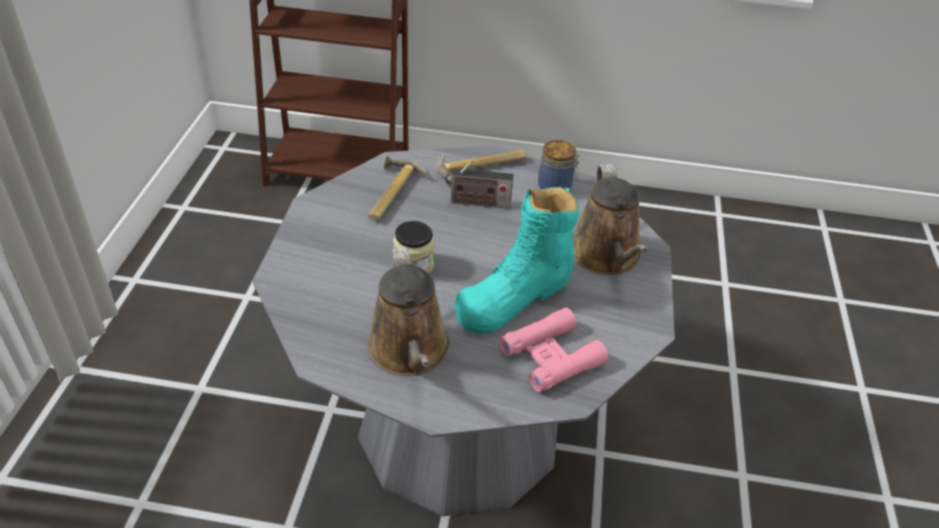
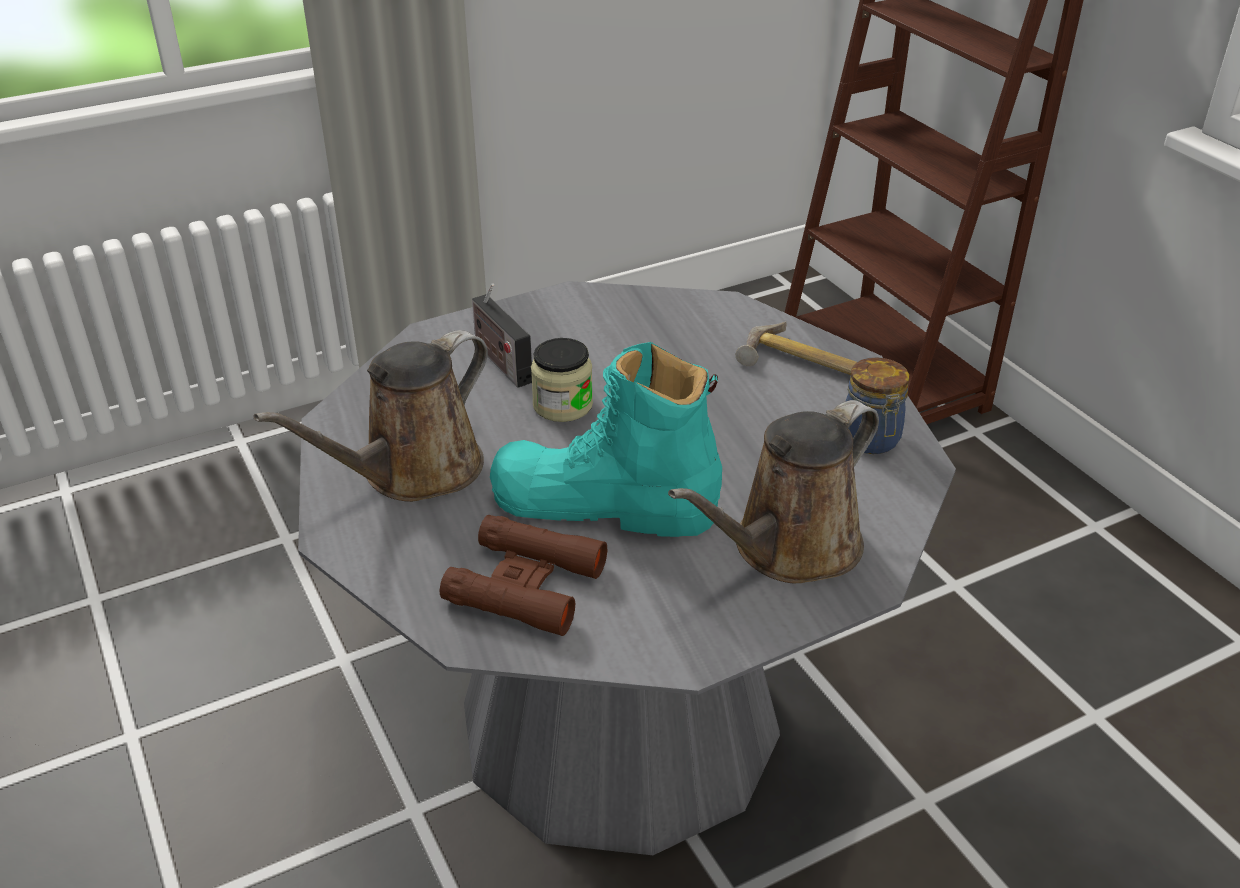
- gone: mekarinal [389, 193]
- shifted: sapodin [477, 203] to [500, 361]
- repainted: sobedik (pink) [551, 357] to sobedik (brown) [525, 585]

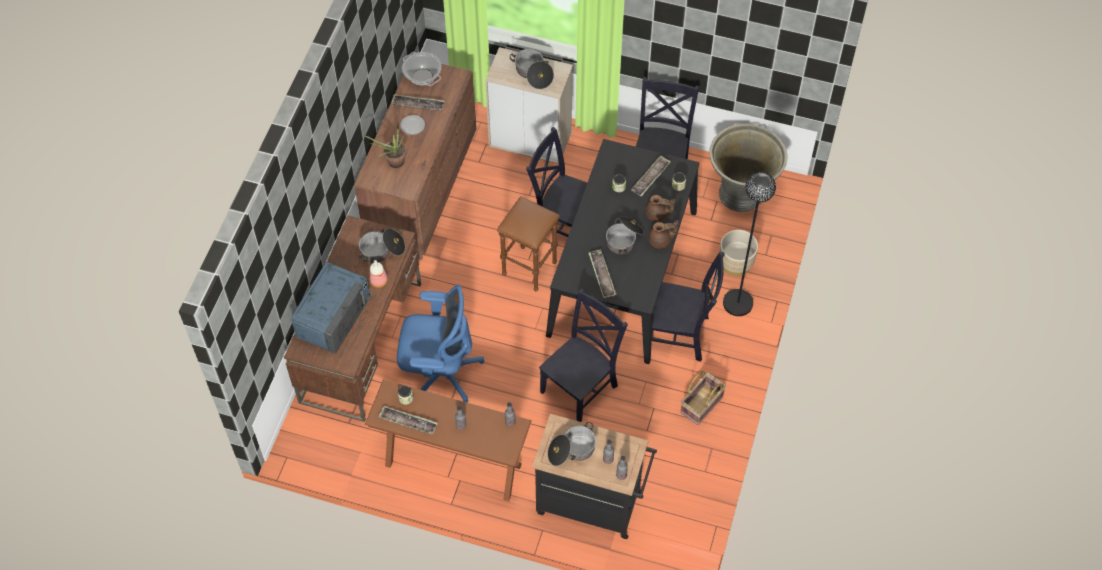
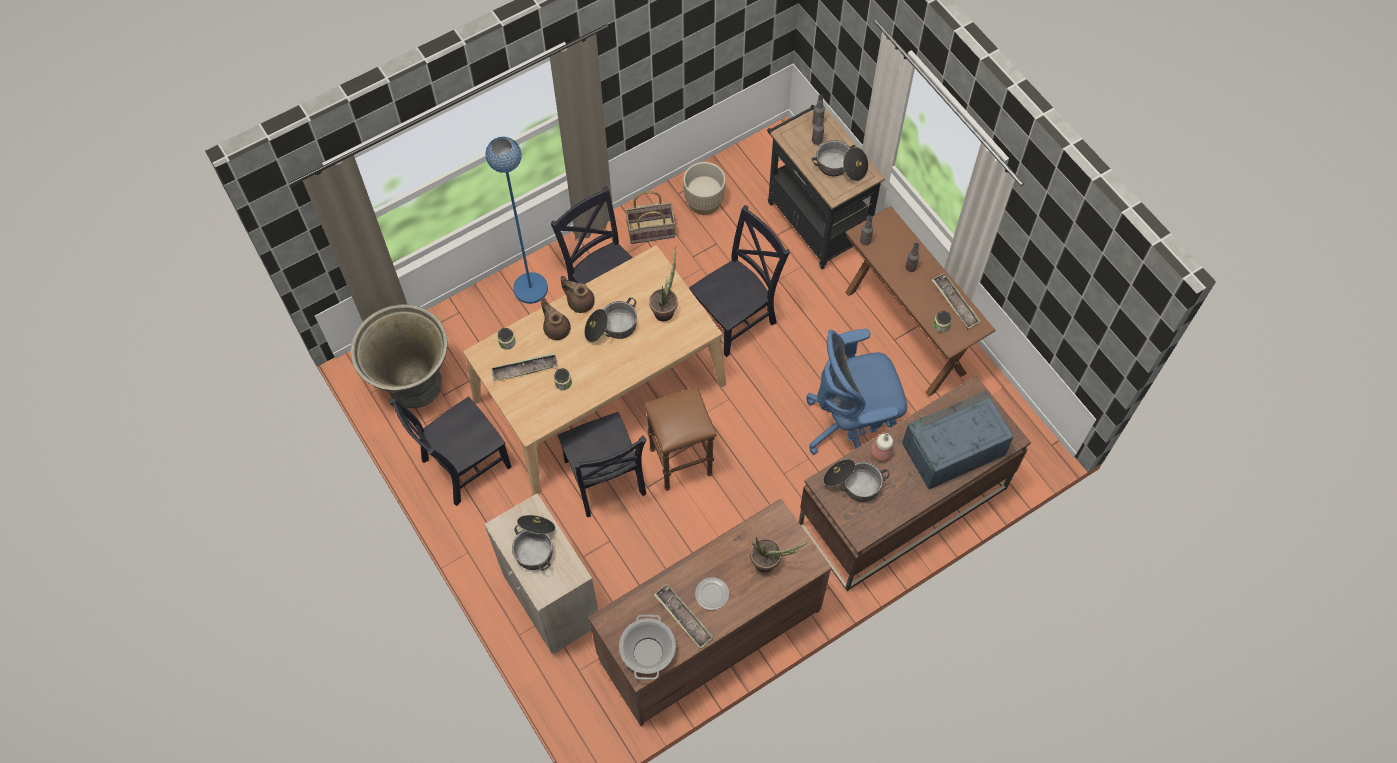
- rotated: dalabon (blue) [438, 373] = [853, 422] 60 degrees counterclockwise
- rotated: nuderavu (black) [581, 386] = [736, 317] 150 degrees clockwise
- repainted: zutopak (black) [623, 272] to zutopak (beige) [599, 392]
- swapped: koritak [602, 276] to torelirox [665, 309]
- shifted: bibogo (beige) [735, 264] to [704, 201]
- repainted: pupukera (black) [738, 303] to pupukera (blue) [530, 288]

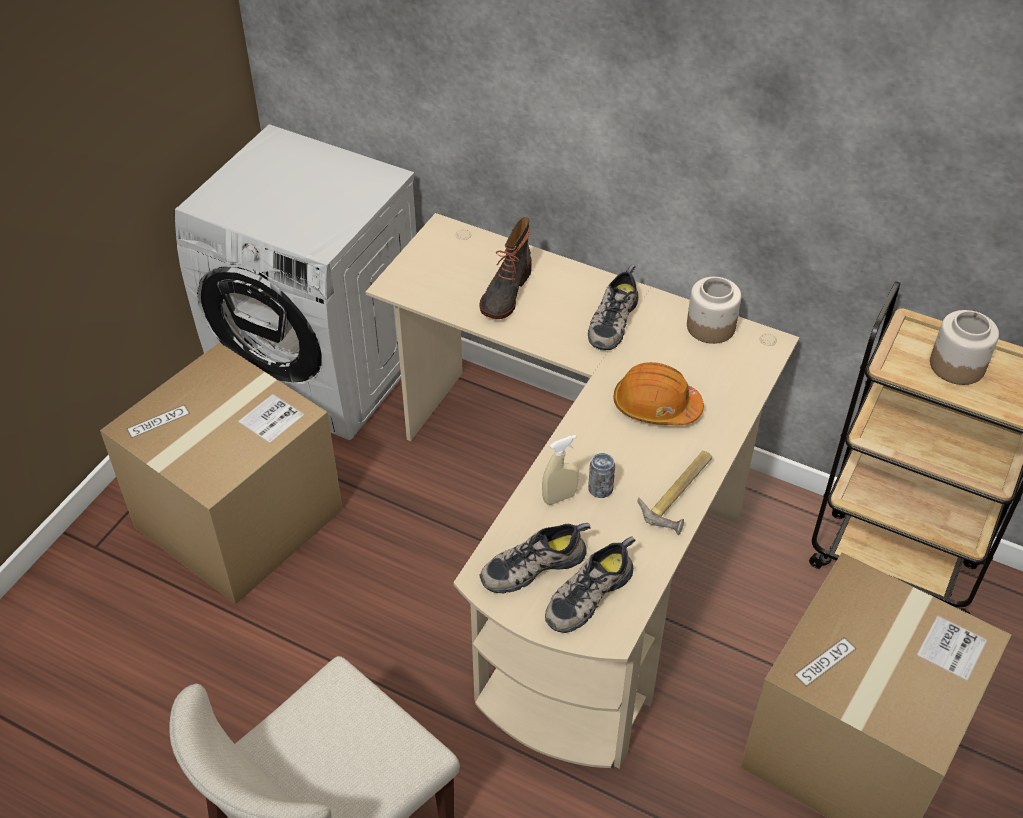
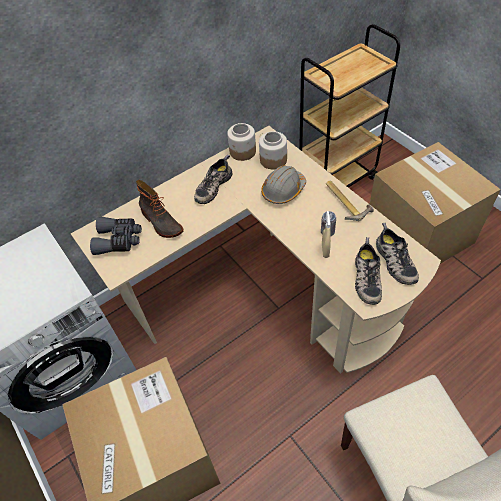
- rotated: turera [611, 319] = [213, 186] 75 degrees clockwise
- repainted: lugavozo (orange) [656, 406] to lugavozo (grey) [283, 190]
- shifted: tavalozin [957, 365] to [273, 160]
- new: sobedik (grey) [119, 240]

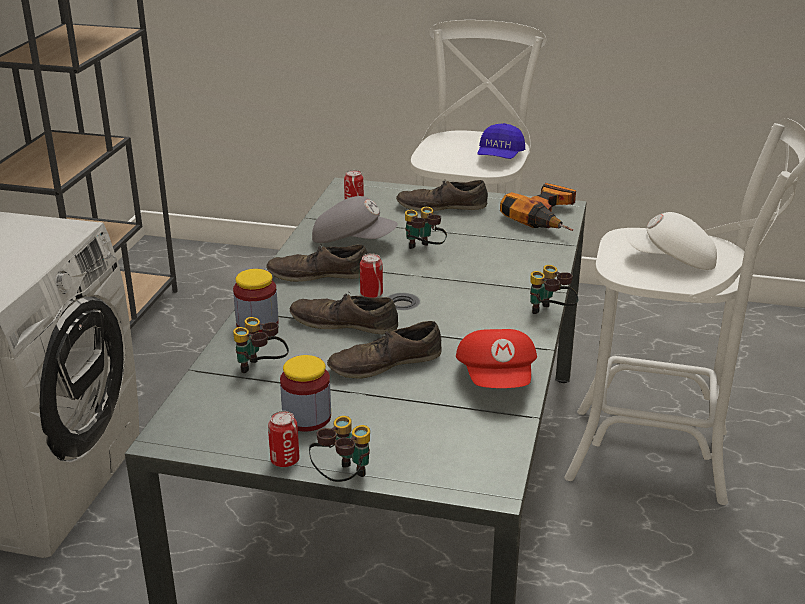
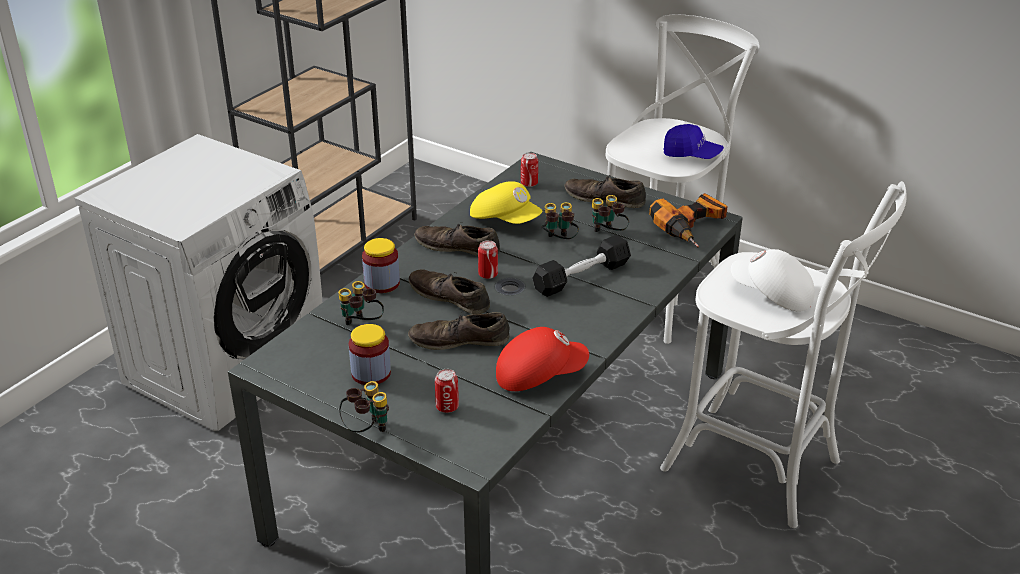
- shifted: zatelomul [285, 460] to [447, 407]
- repainted: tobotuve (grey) [353, 241] to tobotuve (yellow) [505, 220]
- rotated: tobotuve (red) [497, 379] = [539, 375] 120 degrees counterclockwise
- rotated: tobotuve (blue) [500, 156] = [691, 154] 105 degrees counterclockwise
- shifted: sobedik [550, 314] to [607, 234]
- new: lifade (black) [582, 277]

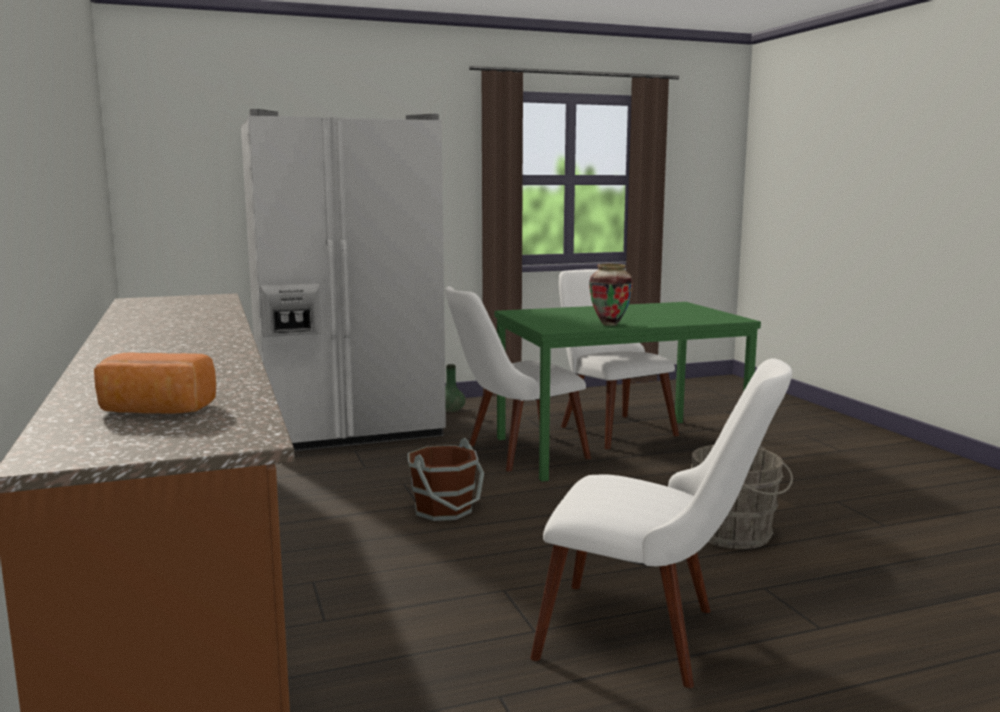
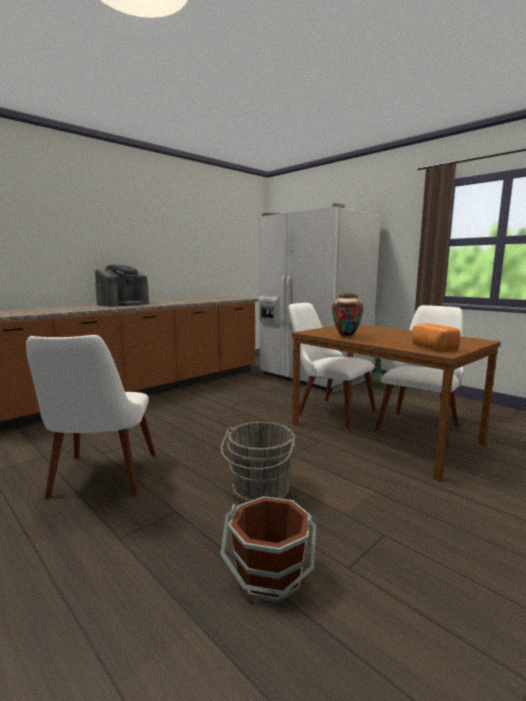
- shifted: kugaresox [155, 411] to [432, 348]
- shifted: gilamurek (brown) [444, 509] to [270, 576]
- repainted: zutopak (green) [619, 447] to zutopak (brown) [384, 433]
- new: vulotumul [123, 304]

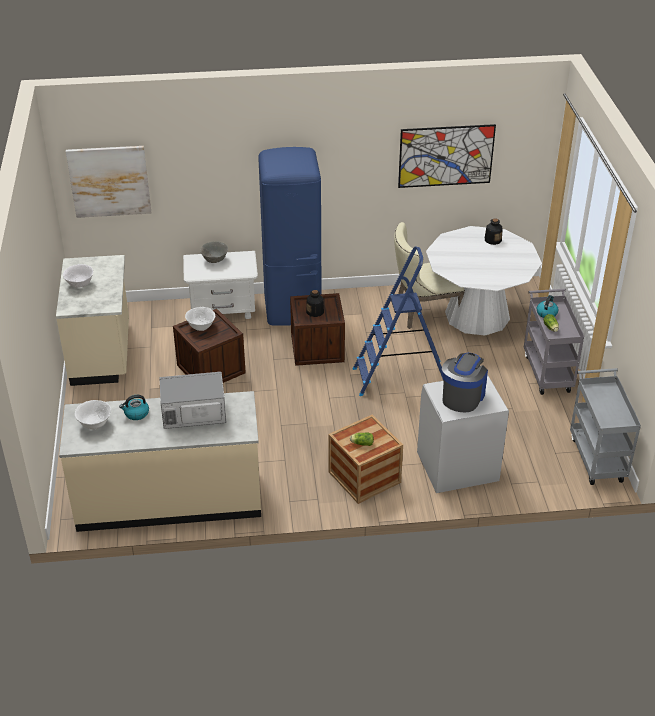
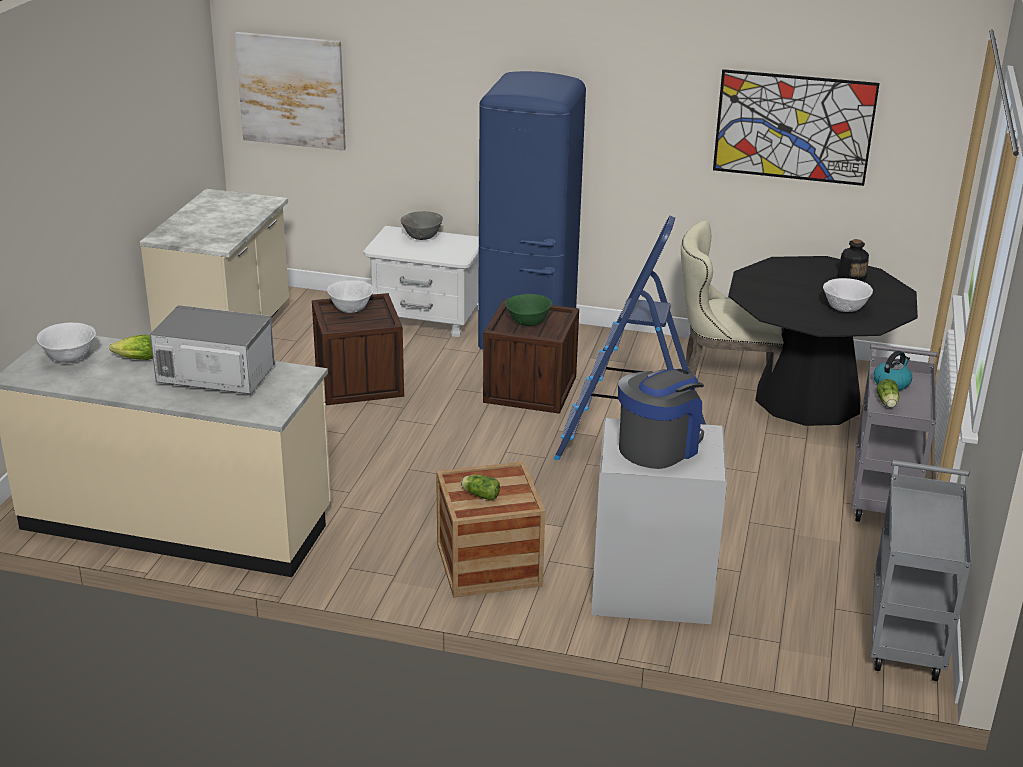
- shifted: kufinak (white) [80, 284] to [845, 309]
- swapped: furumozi [136, 414] to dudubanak [137, 359]
- swapped: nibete [315, 312] to kufinak (green) [528, 323]
- repainted: zutopak (white) [477, 315] to zutopak (black) [807, 399]

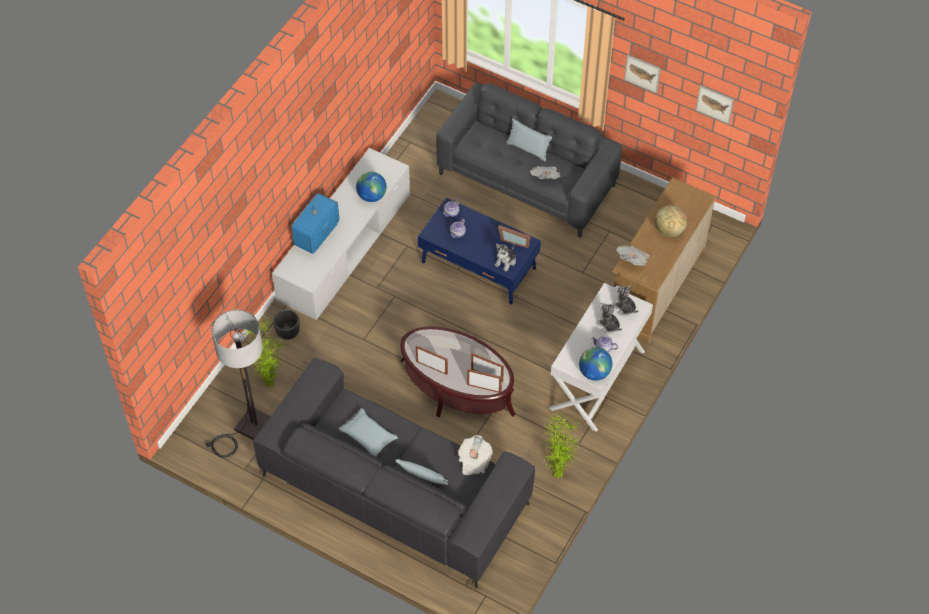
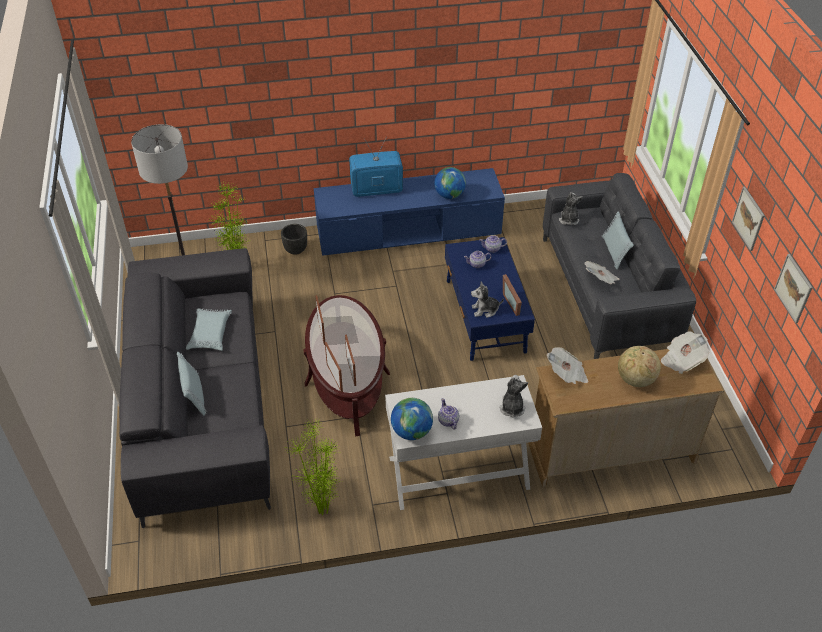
- repainted: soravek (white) [344, 248] to soravek (blue) [408, 232]
- shifted: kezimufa [474, 461] to [682, 360]
- shifted: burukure [608, 325] to [568, 219]

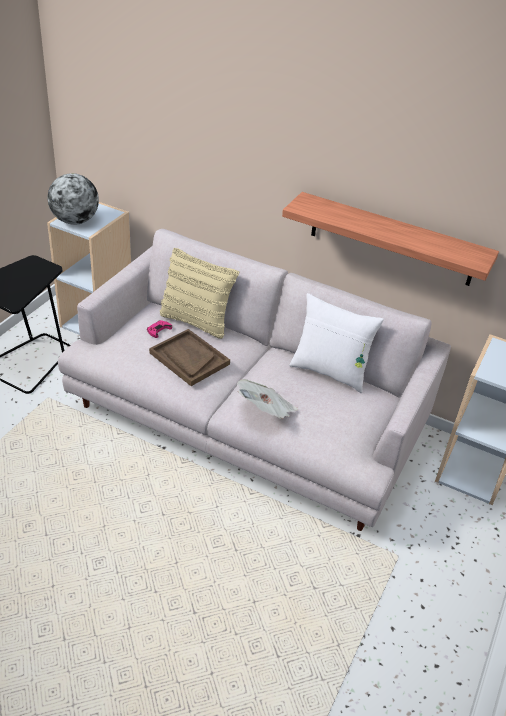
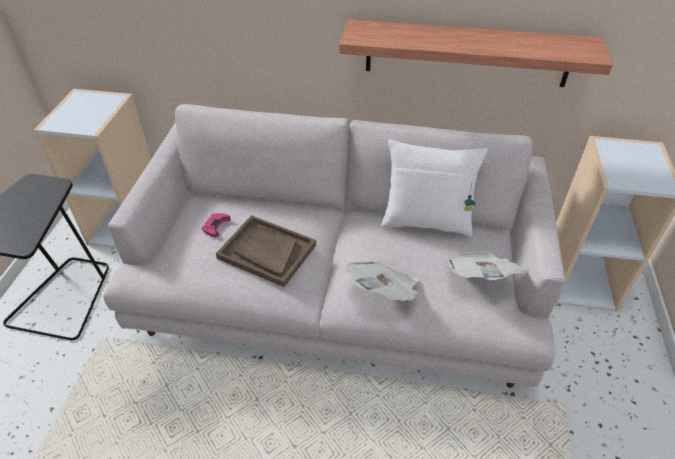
- gone: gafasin [75, 221]
- gone: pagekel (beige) [197, 322]
- new: kezimufa [479, 277]

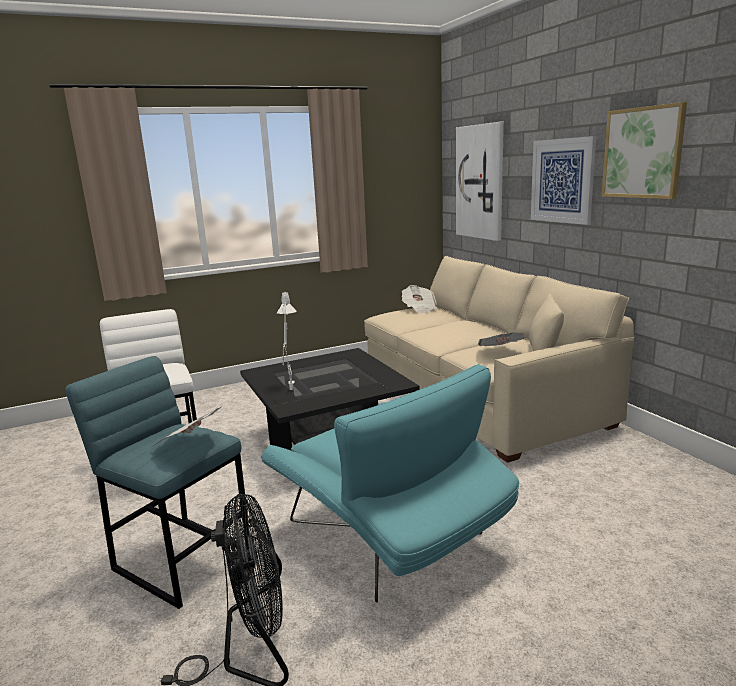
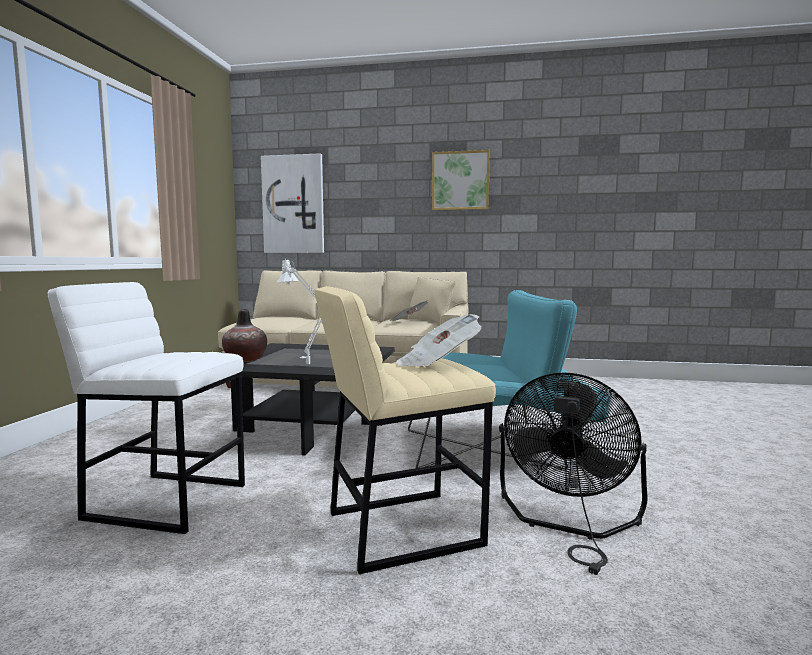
- repainted: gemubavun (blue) [180, 559] to gemubavun (beige) [400, 529]
- gone: kezimufa [419, 309]
- gone: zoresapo [562, 181]
- new: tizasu [245, 359]

